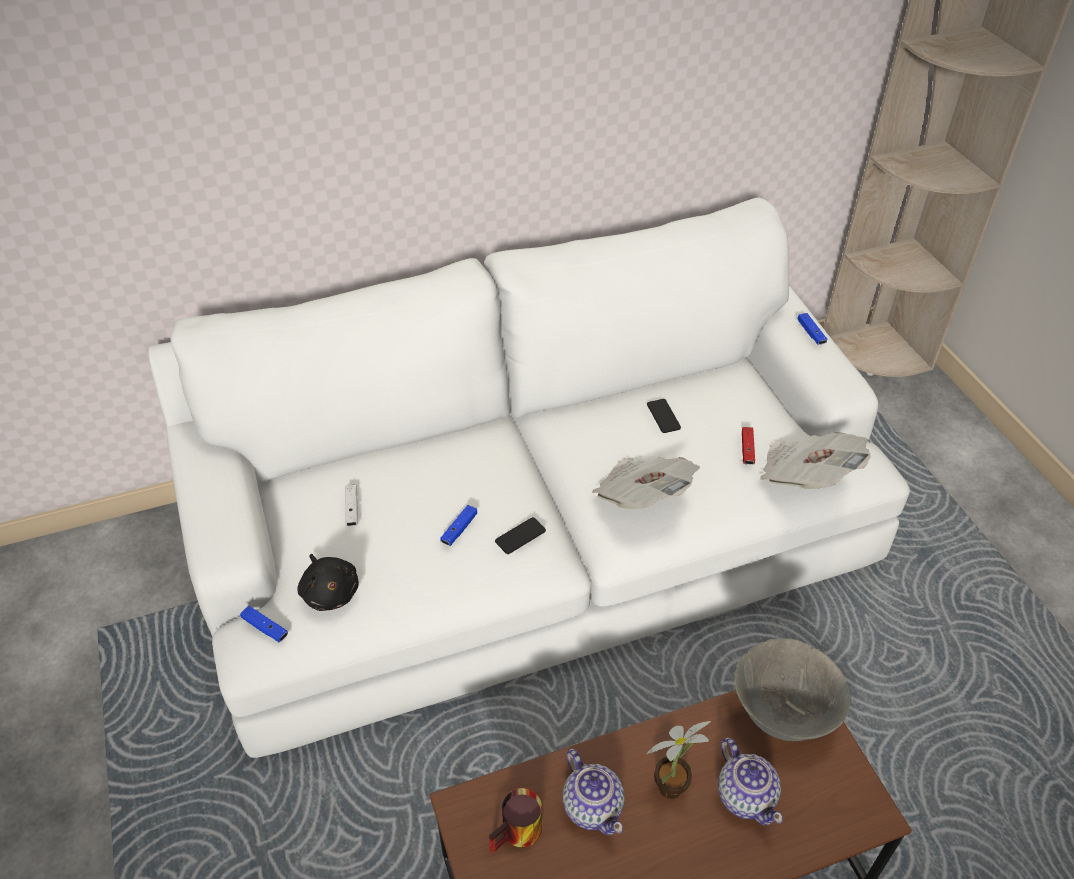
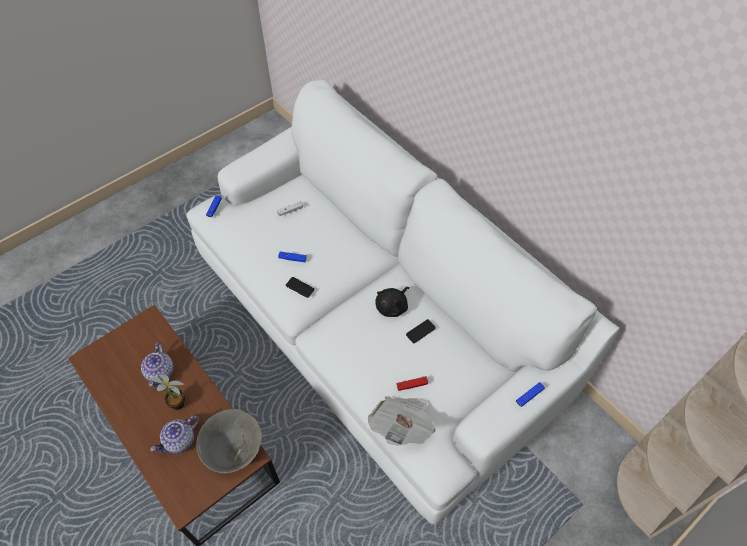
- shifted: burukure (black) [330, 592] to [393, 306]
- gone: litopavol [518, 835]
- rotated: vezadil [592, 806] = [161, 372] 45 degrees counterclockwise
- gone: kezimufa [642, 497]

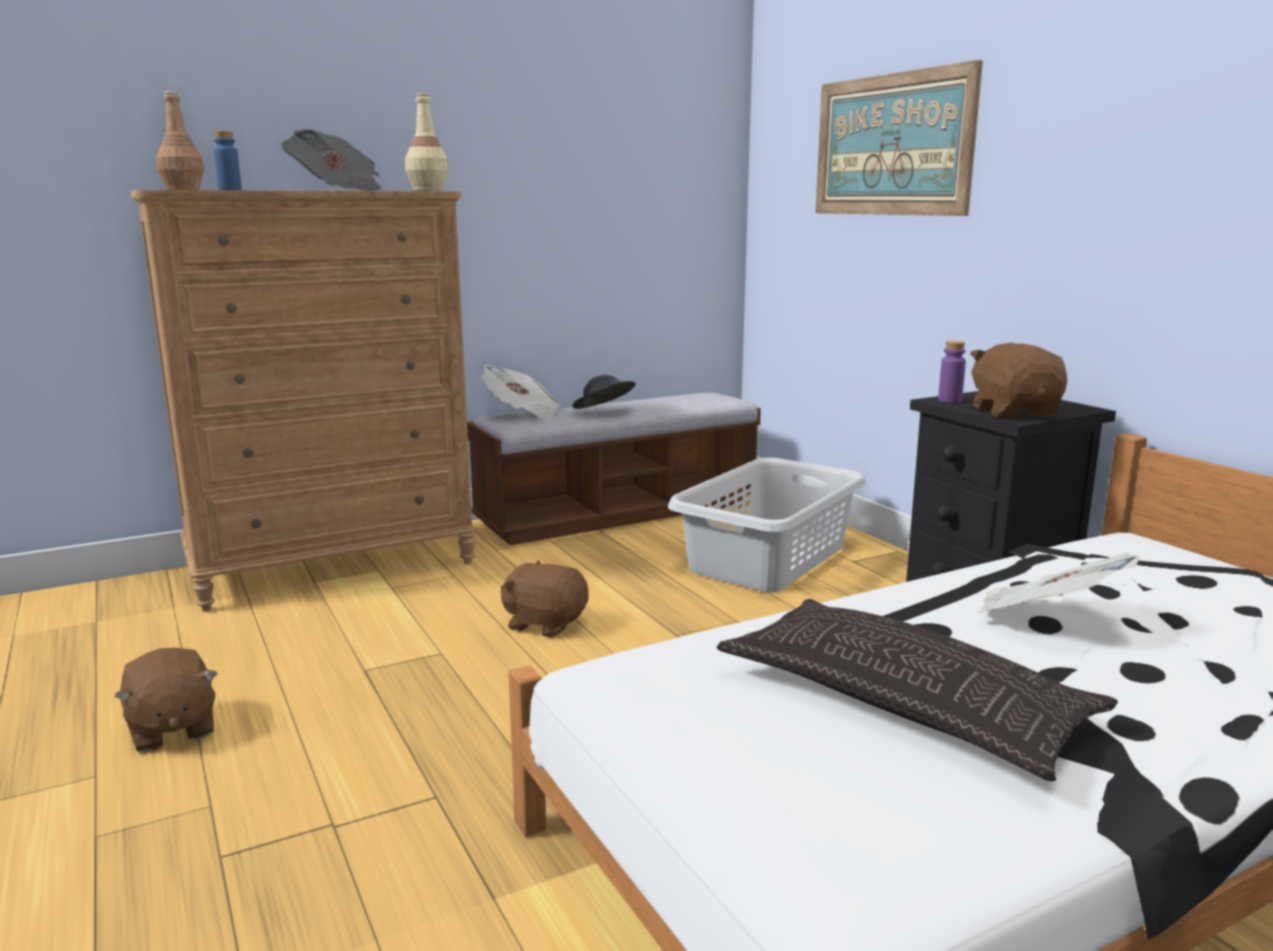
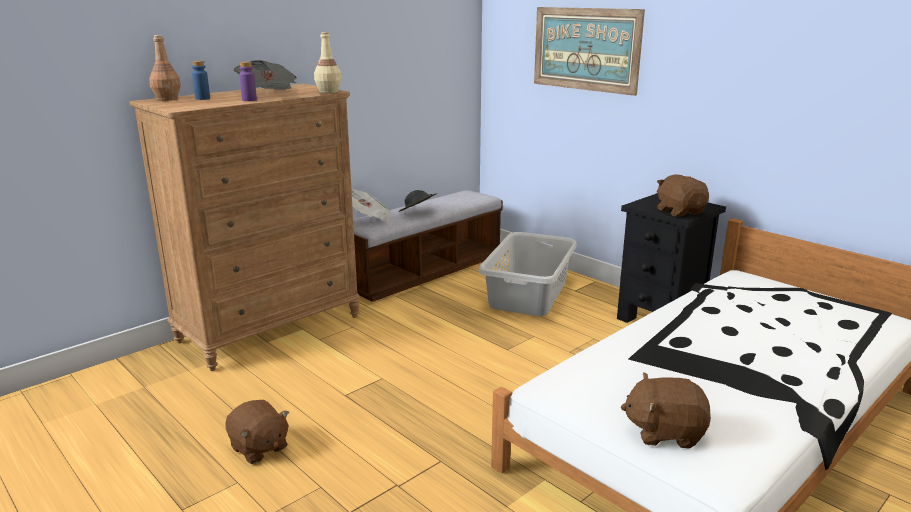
- shifted: burukure (brown) [545, 624] to [664, 432]
- gone: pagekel [904, 702]
- shifted: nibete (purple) [949, 400] to [249, 100]
- gone: kezimufa [1046, 619]

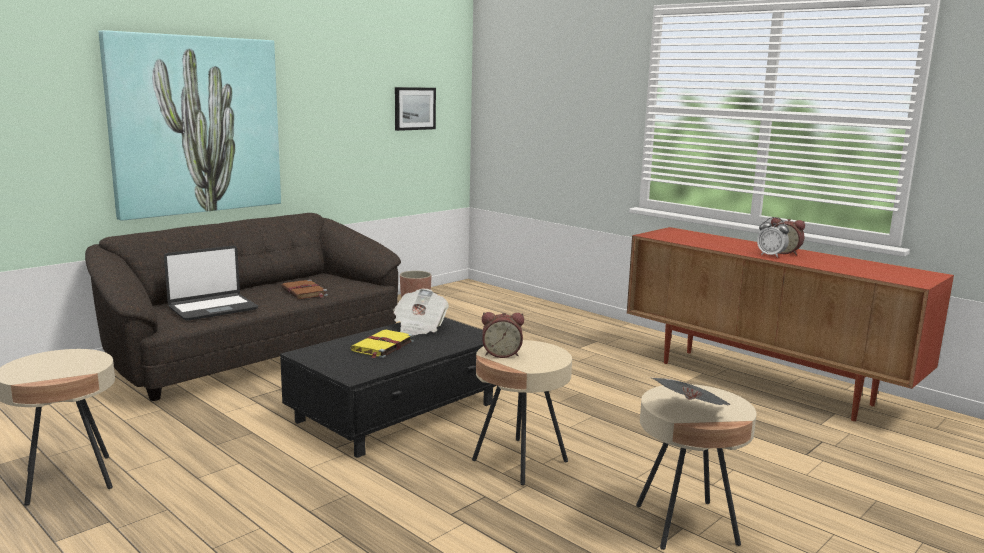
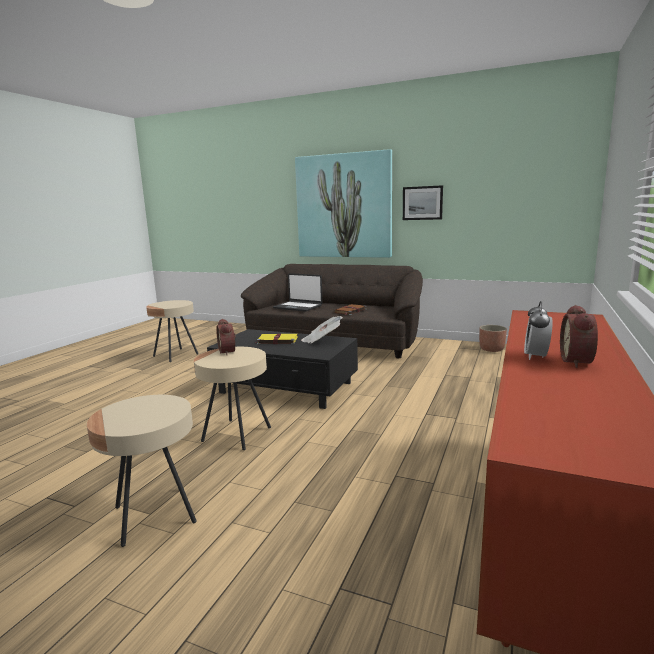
- shifted: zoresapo [414, 108] to [422, 203]
- gone: kezimufa [690, 413]

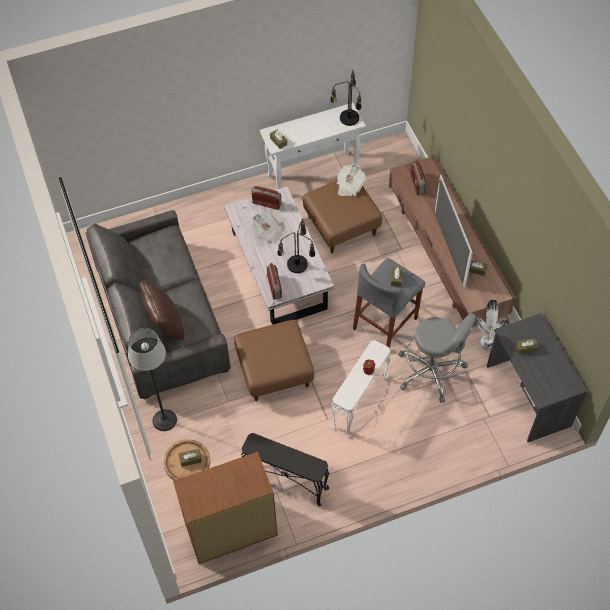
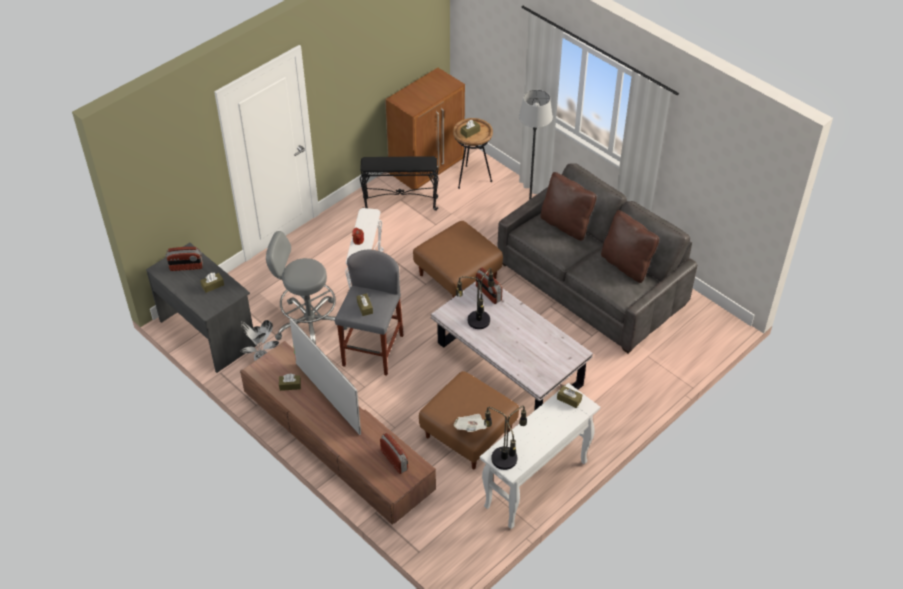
- shifted: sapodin [267, 203] to [186, 267]
- gone: kezimufa [268, 233]
- new: pagekel (brown) [626, 265]

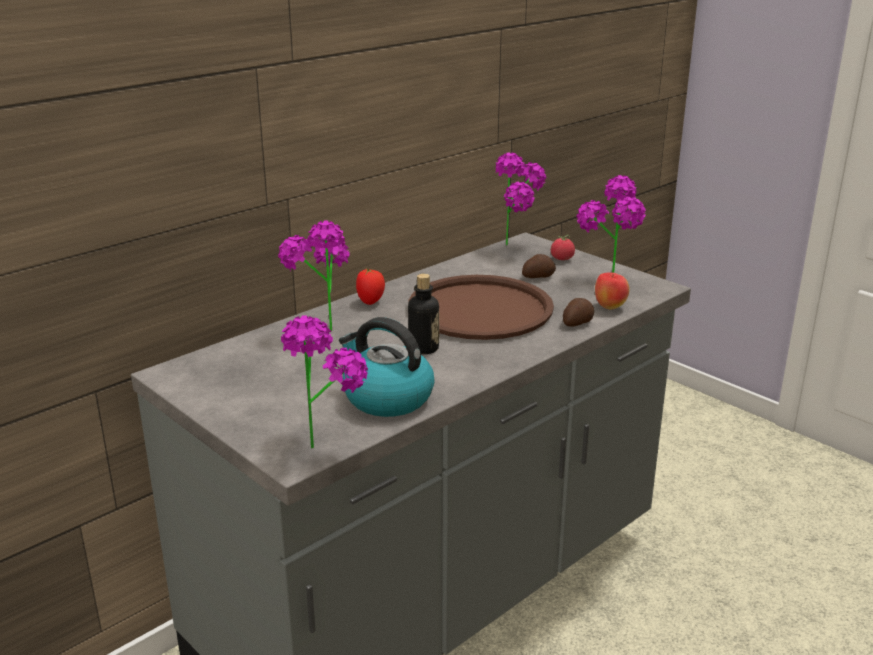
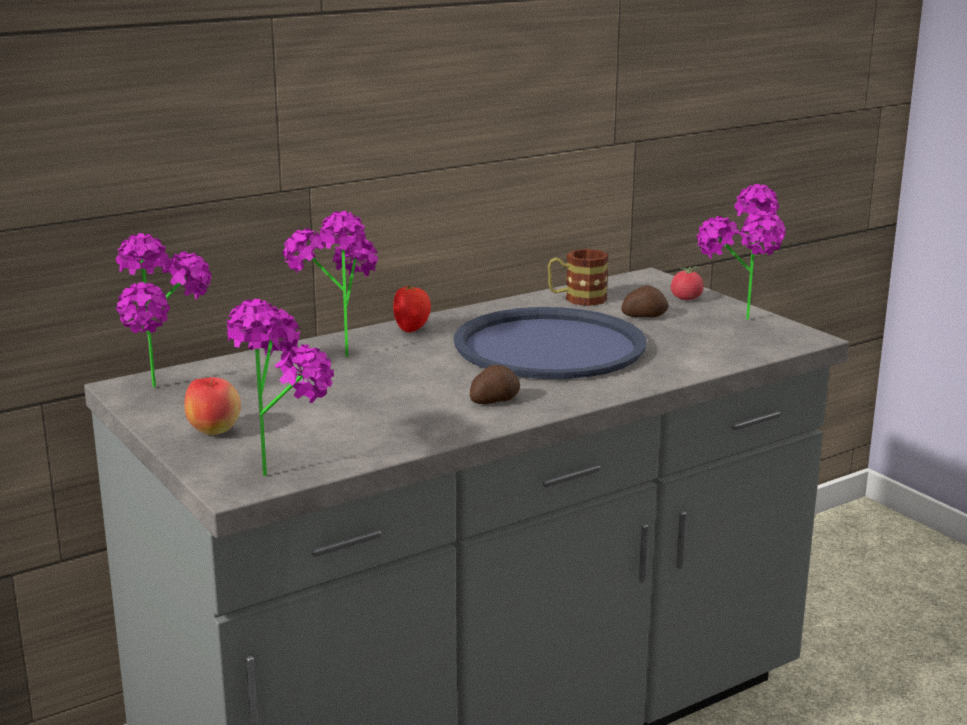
- gone: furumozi [386, 398]
- gone: nibete [423, 348]
- repainted: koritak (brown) [480, 309] to koritak (blue) [549, 346]
- shifted: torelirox [518, 246] to [170, 390]
- shifted: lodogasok [577, 322] to [493, 400]
- shifted: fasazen [609, 307] to [214, 432]
- new: litopavol [577, 299]

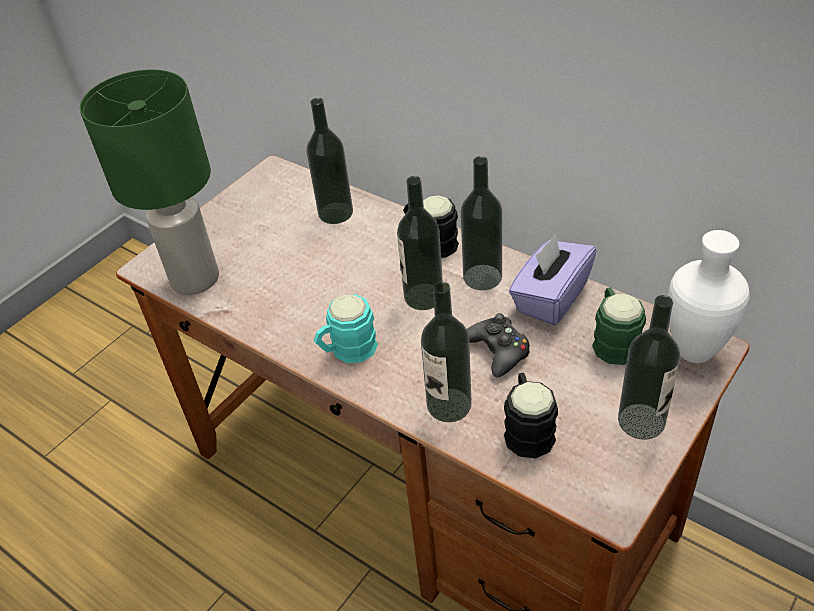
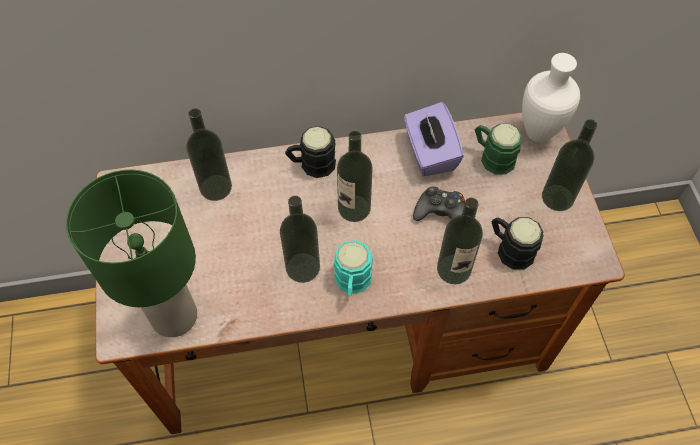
- shifted: nibete [482, 277] to [302, 267]

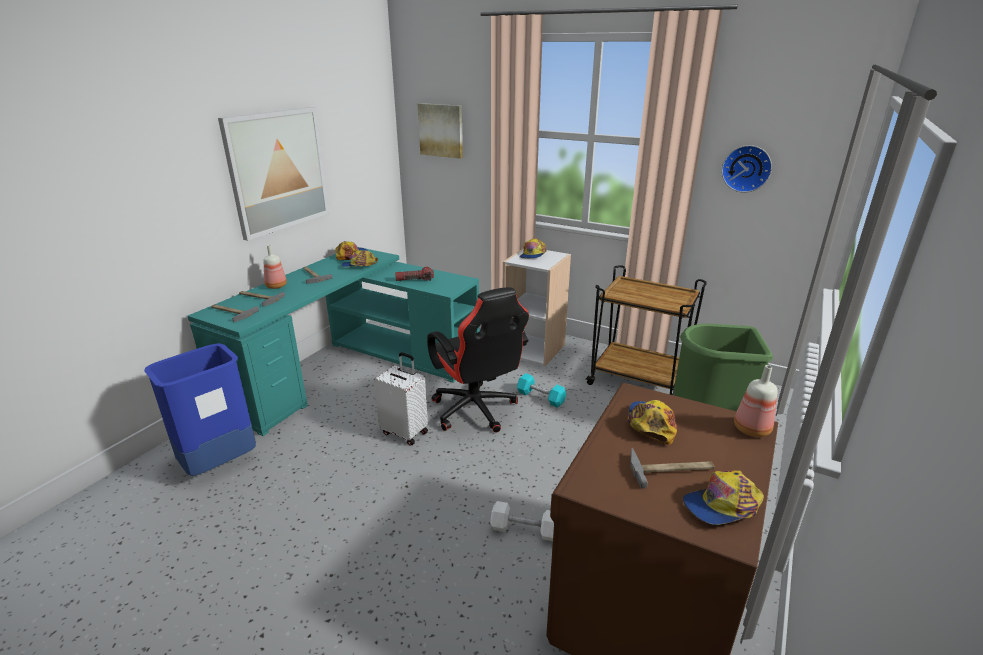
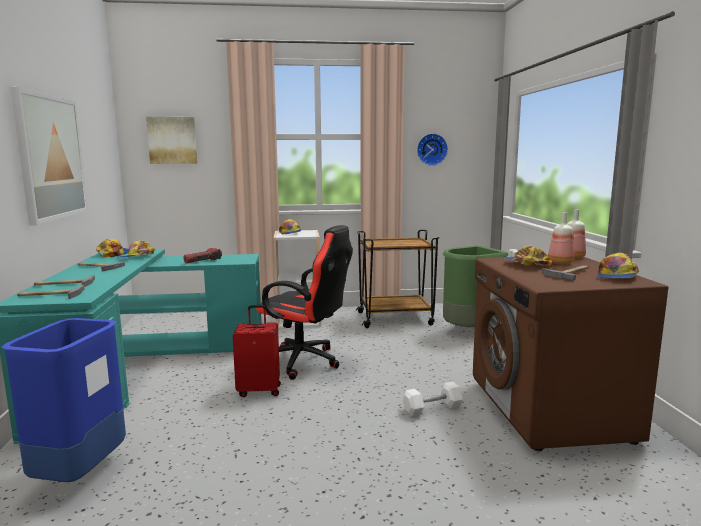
- shifted: nibete [275, 286] to [560, 263]
- repainted: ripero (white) [405, 432] to ripero (red) [259, 390]
- gone: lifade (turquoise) [540, 397]

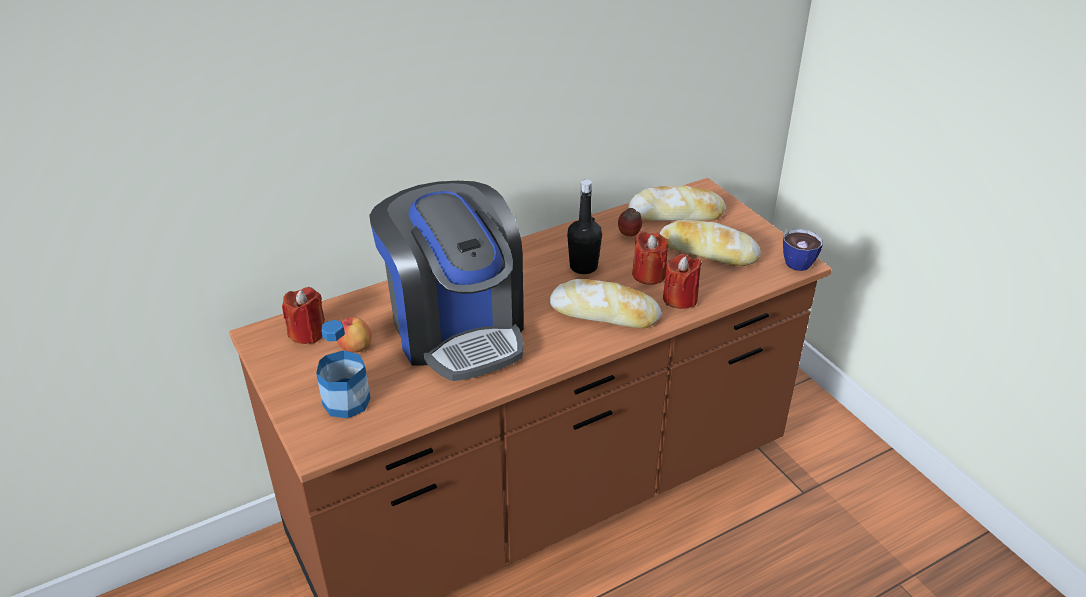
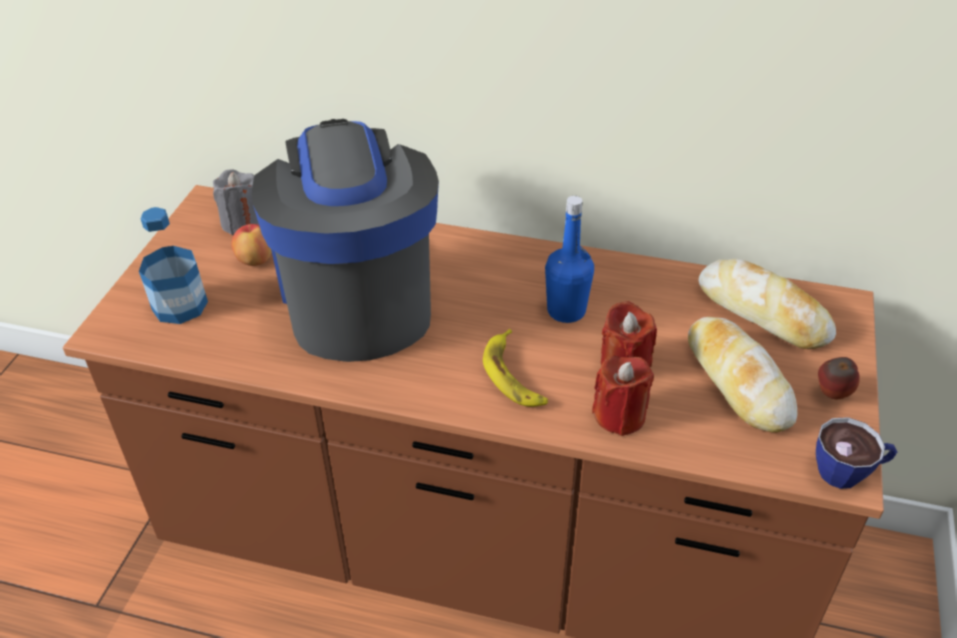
- repainted: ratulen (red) [308, 333] to ratulen (grey) [242, 223]
- rotated: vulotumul [456, 328] = [357, 297] 150 degrees clockwise
- swapped: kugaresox [604, 313] to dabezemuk [514, 376]
- repainted: nibete (black) [583, 267] to nibete (blue) [566, 311]
- shifted: fasazen [629, 235] to [831, 394]

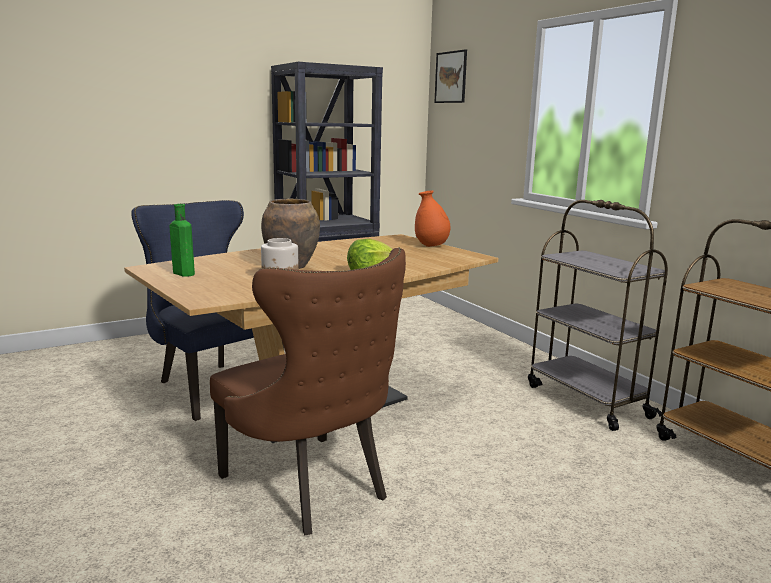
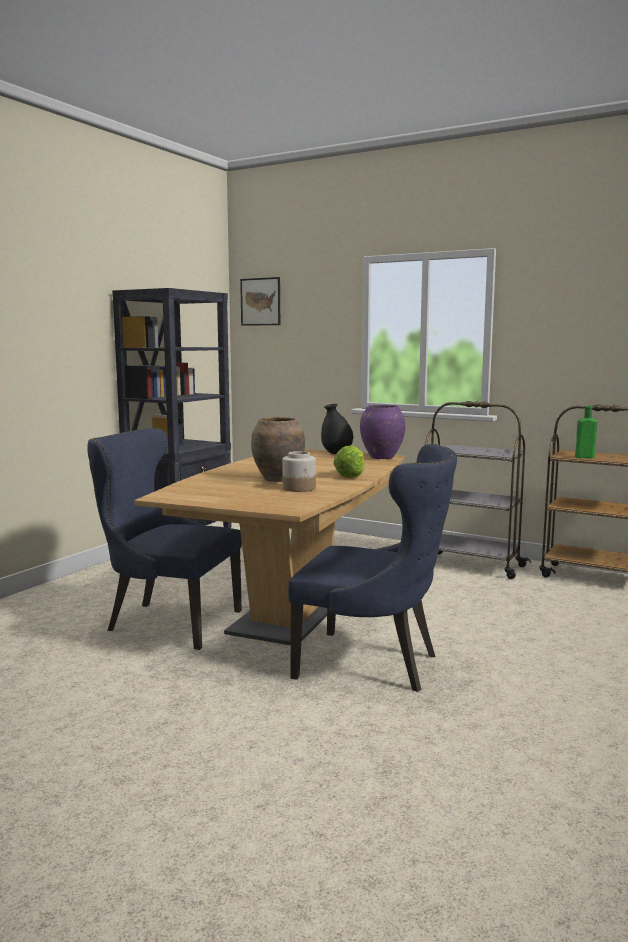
- shifted: nibete (green) [182, 273] to [583, 457]
- repainted: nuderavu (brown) [311, 486] to nuderavu (blue) [373, 663]
- repainted: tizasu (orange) [431, 246] to tizasu (black) [336, 453]
- new: tizasu (purple) [381, 457]

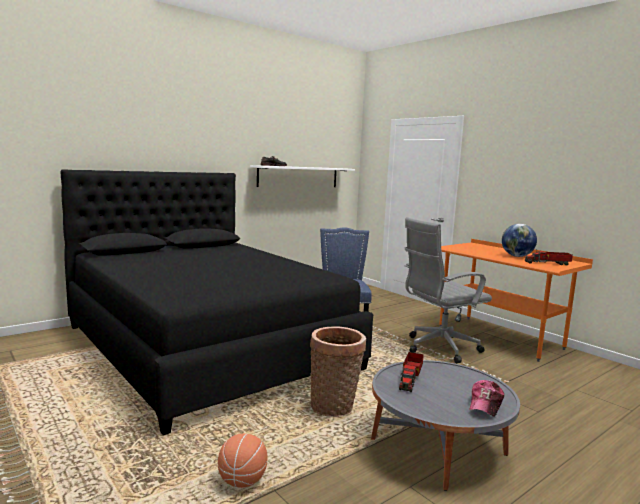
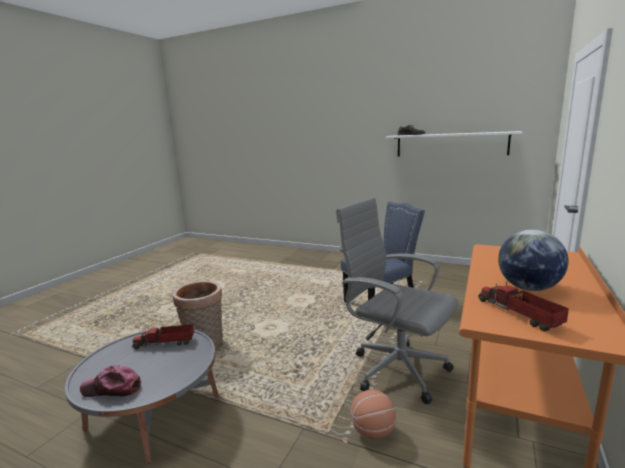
- gone: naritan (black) [207, 346]
- shifted: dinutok [242, 481] to [372, 432]

